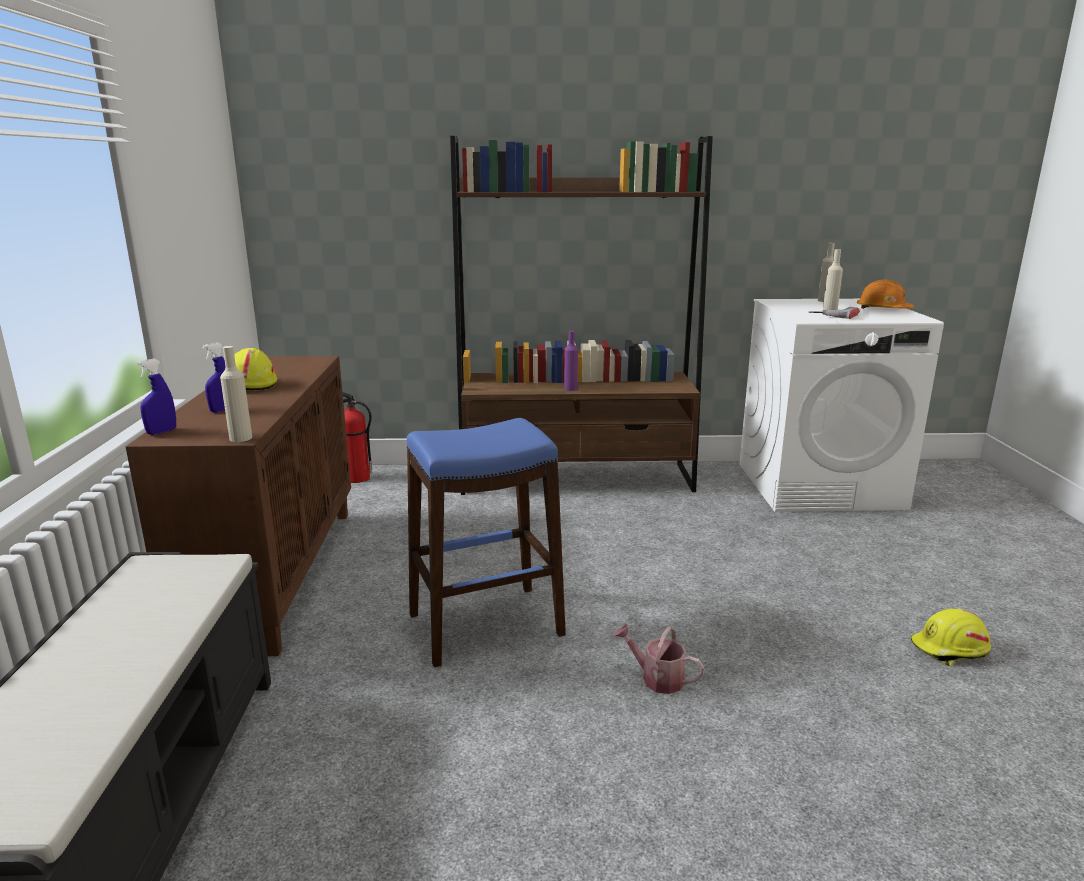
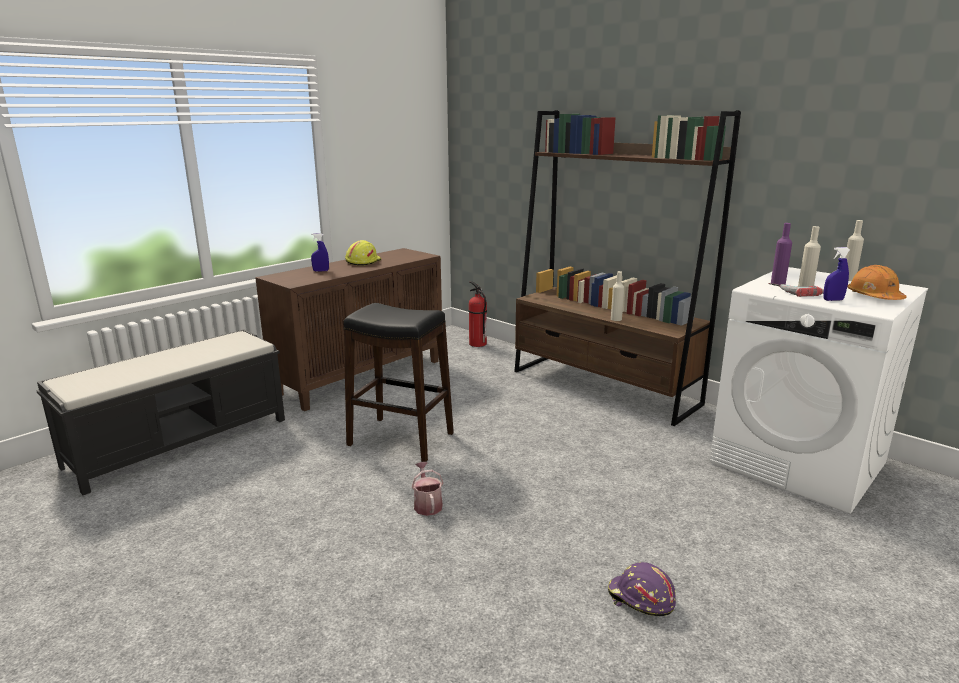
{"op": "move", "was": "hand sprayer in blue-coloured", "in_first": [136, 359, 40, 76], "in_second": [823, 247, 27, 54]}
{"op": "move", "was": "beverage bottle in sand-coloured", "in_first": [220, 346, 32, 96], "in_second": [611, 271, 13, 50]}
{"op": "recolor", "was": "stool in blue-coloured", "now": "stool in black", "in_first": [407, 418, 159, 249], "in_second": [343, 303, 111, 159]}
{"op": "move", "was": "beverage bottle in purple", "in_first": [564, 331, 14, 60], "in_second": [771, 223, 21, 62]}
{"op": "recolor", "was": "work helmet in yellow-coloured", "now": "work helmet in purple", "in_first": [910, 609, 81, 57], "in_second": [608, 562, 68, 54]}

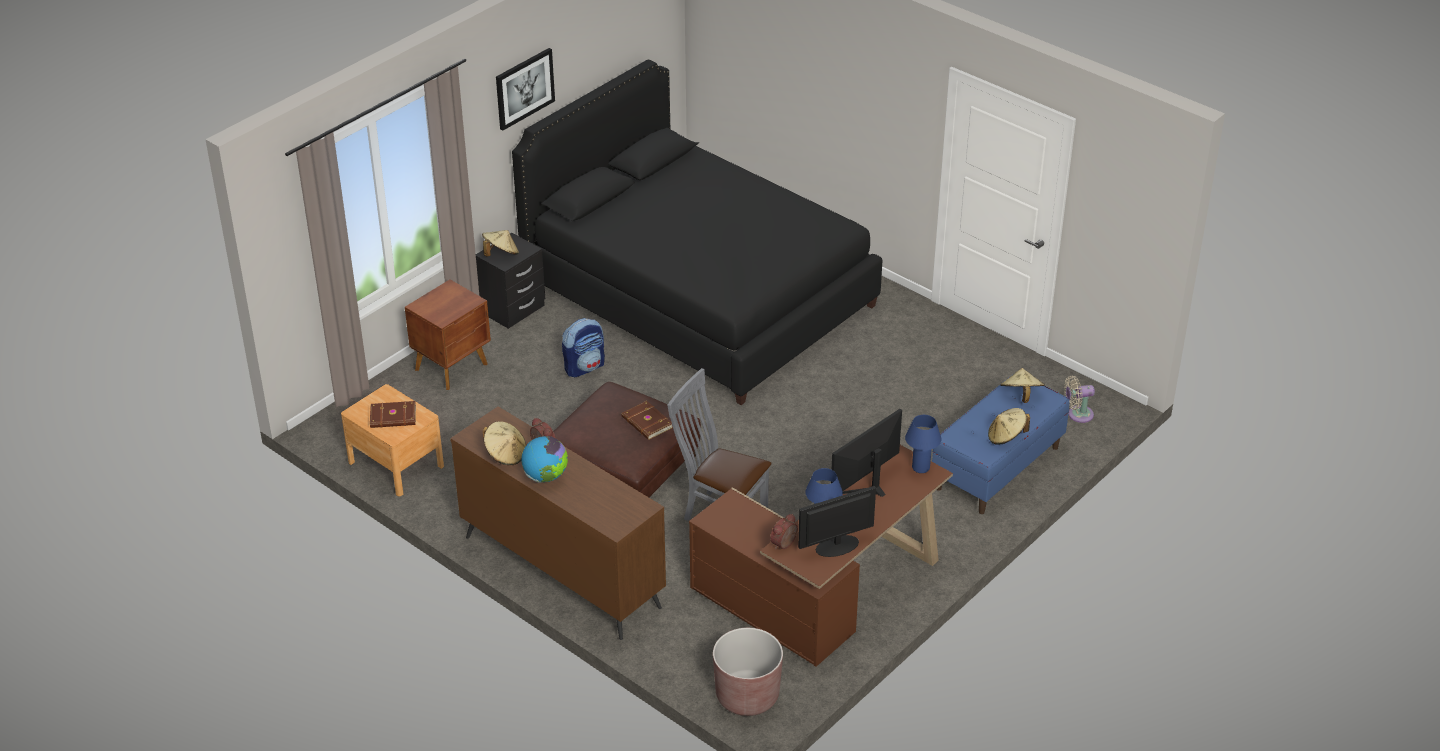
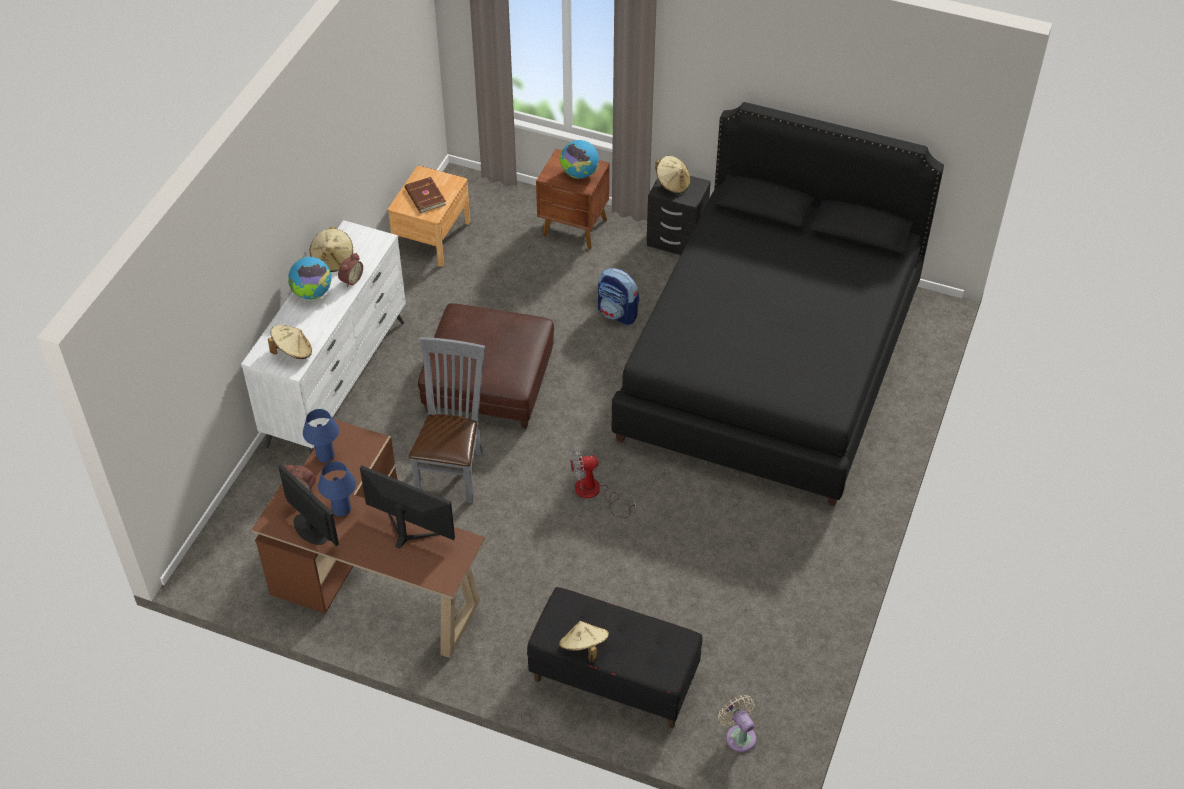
{"op": "recolor", "was": "dresser in brown-coloured", "now": "dresser in whitish", "in_first": [450, 406, 216, 234], "in_second": [241, 220, 165, 234]}
{"op": "delete", "was": "wall picture", "in_first": [496, 48, 59, 82]}
{"op": "delete", "was": "book in brown-coloured", "in_first": [622, 401, 51, 39]}
{"op": "delete", "was": "planter in brown-coloured", "in_first": [713, 628, 70, 88]}
{"op": "move", "was": "table lamp in blue-coloured", "in_first": [905, 415, 36, 58], "in_second": [303, 409, 36, 54]}
{"op": "recolor", "was": "indoor bench in blue-coloured", "now": "indoor bench in black", "in_first": [932, 375, 138, 139], "in_second": [527, 587, 175, 141]}
{"op": "move", "was": "hat in sand-coloured", "in_first": [1000, 368, 45, 35], "in_second": [268, 325, 44, 34]}
{"op": "insert", "now": "desk globe", "in_second": [560, 140, 39, 39]}
{"op": "insert", "now": "electric fan", "in_second": [570, 449, 66, 69]}

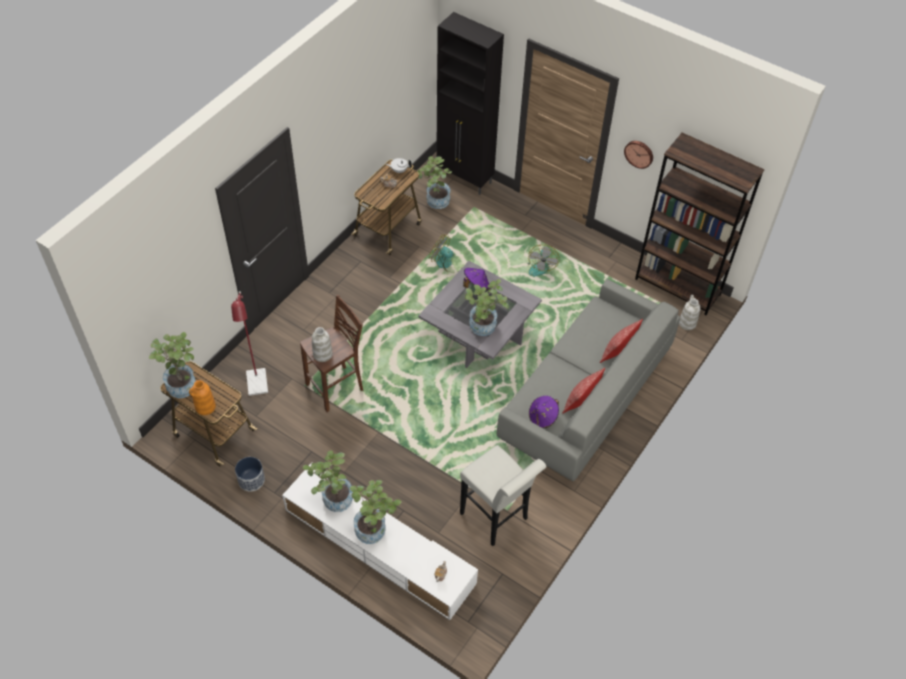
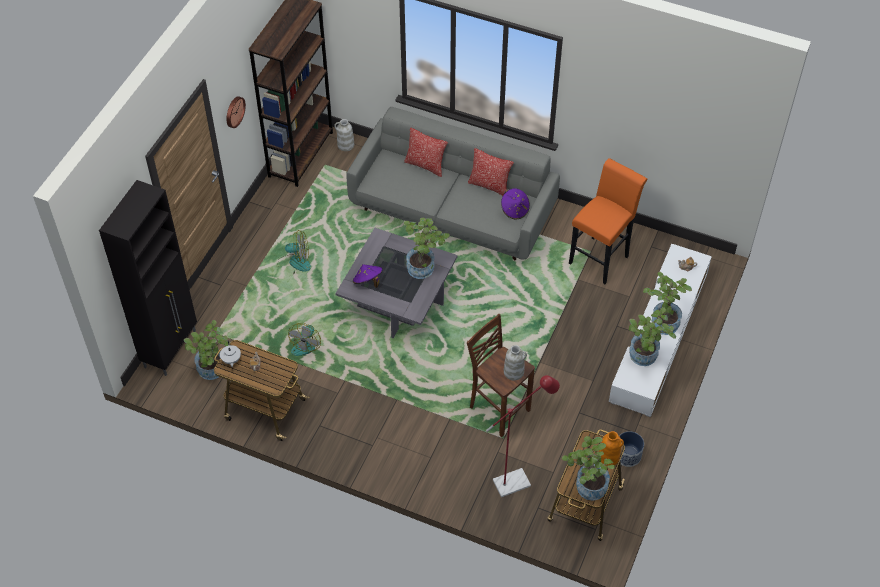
{"op": "recolor", "was": "stool in whitish", "now": "stool in orangey", "in_first": [460, 445, 87, 101], "in_second": [569, 158, 78, 126]}

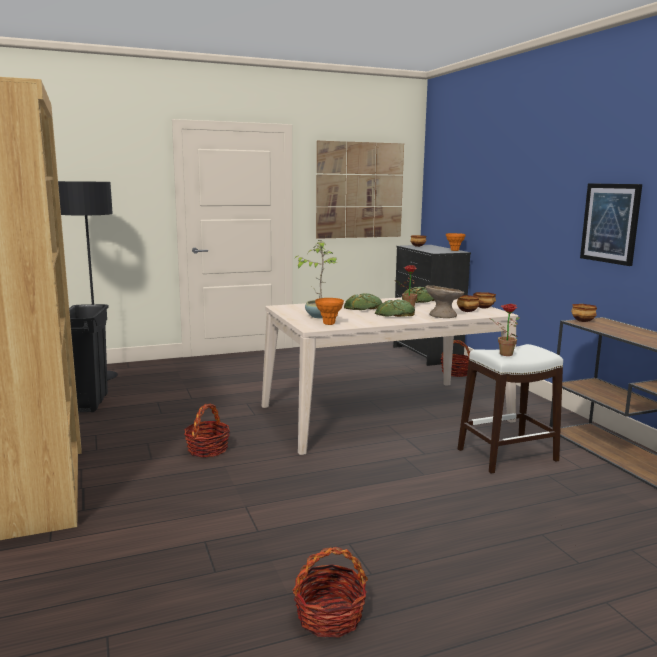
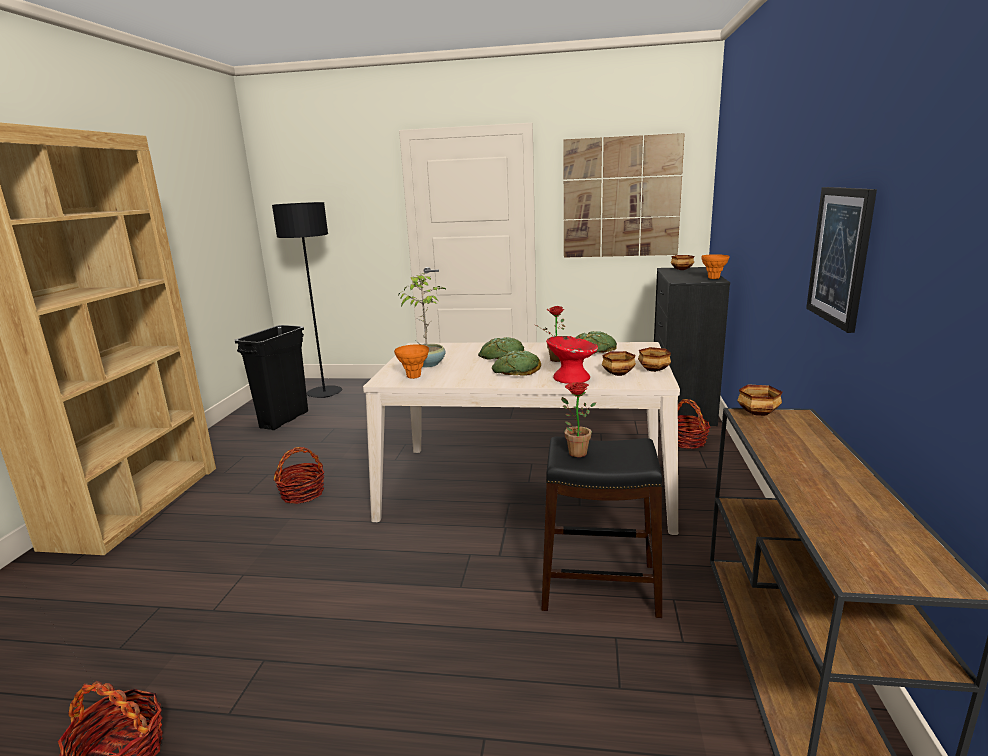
{"op": "recolor", "was": "bowl in sand-coloured", "now": "bowl in red", "in_first": [426, 285, 38, 33], "in_second": [546, 336, 52, 48]}
{"op": "recolor", "was": "stool in whitish", "now": "stool in black", "in_first": [458, 344, 105, 130], "in_second": [541, 436, 121, 182]}

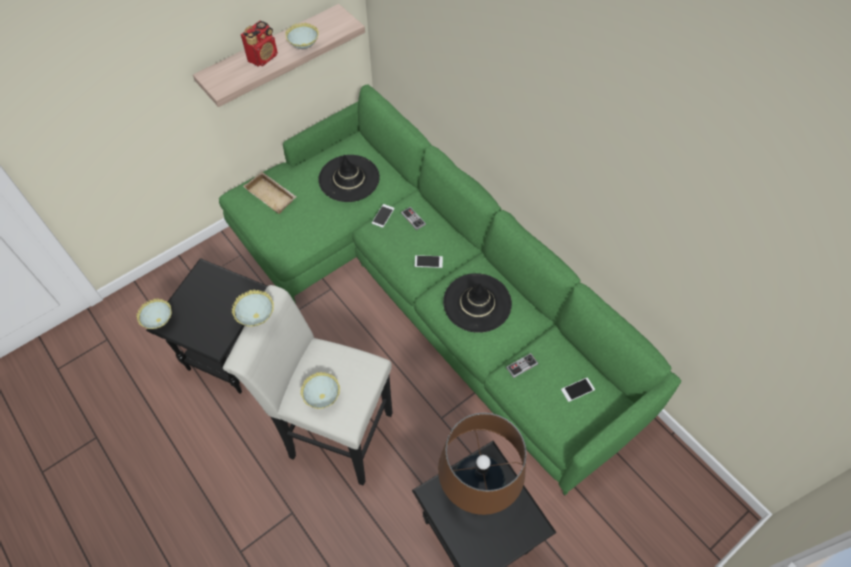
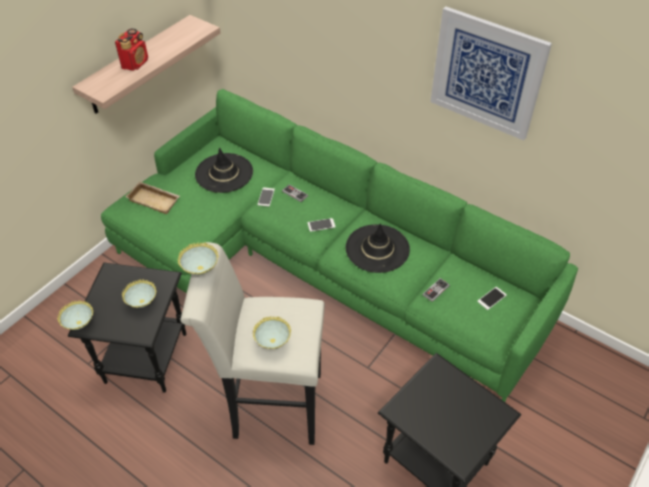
{"op": "move", "was": "bowl", "in_first": [285, 22, 34, 27], "in_second": [122, 280, 34, 28]}
{"op": "delete", "was": "table lamp in brown-coloured", "in_first": [438, 413, 88, 102]}
{"op": "insert", "now": "wall picture", "in_second": [430, 6, 122, 134]}

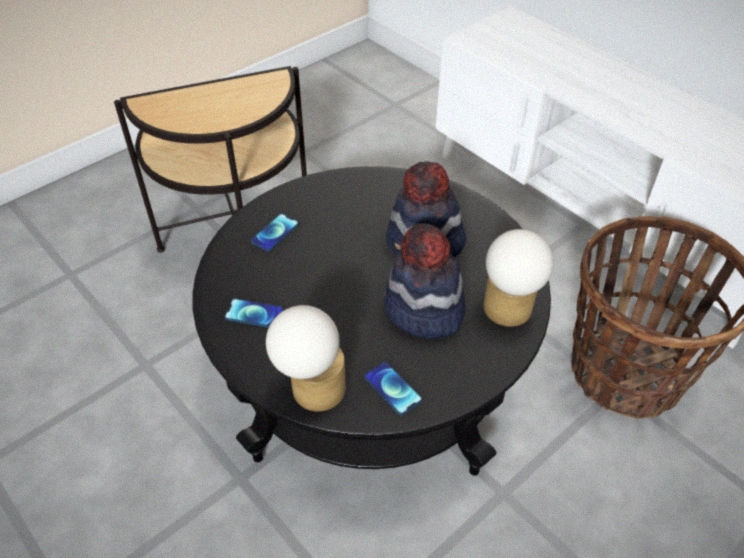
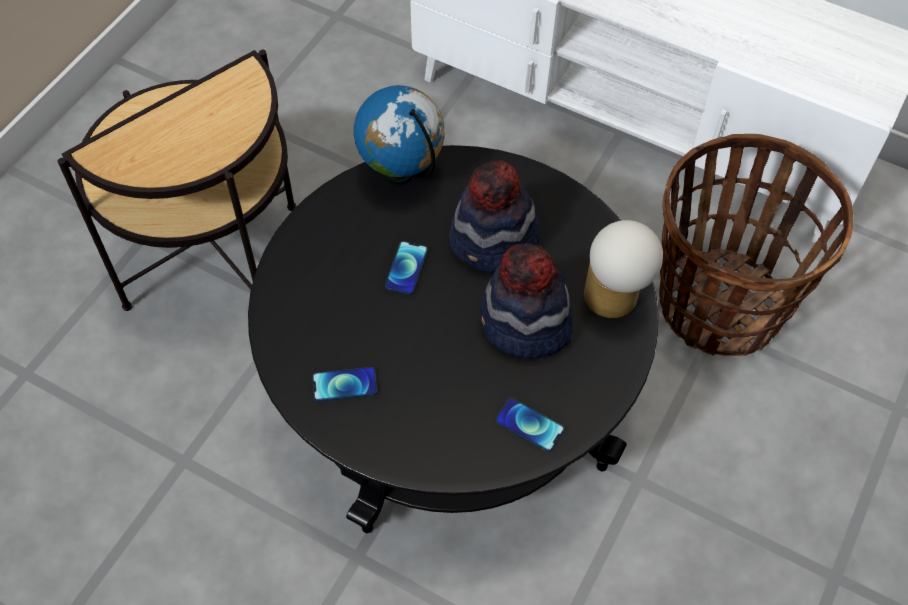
{"op": "move", "was": "telephone", "in_first": [251, 214, 48, 37], "in_second": [385, 241, 43, 54]}
{"op": "delete", "was": "table lamp", "in_first": [266, 305, 80, 107]}
{"op": "insert", "now": "desk globe", "in_second": [354, 85, 90, 100]}

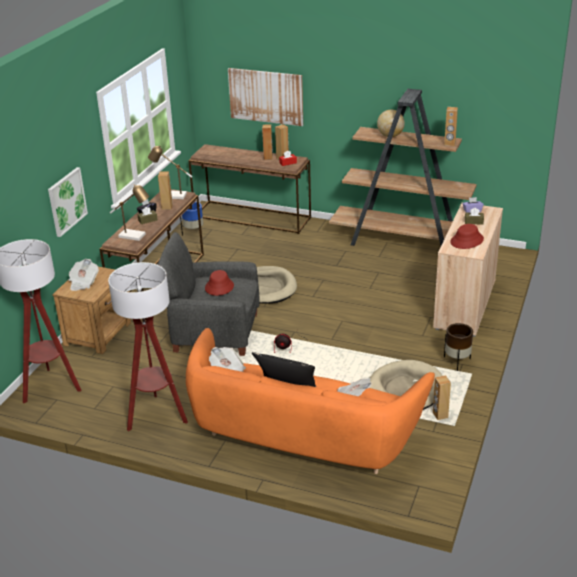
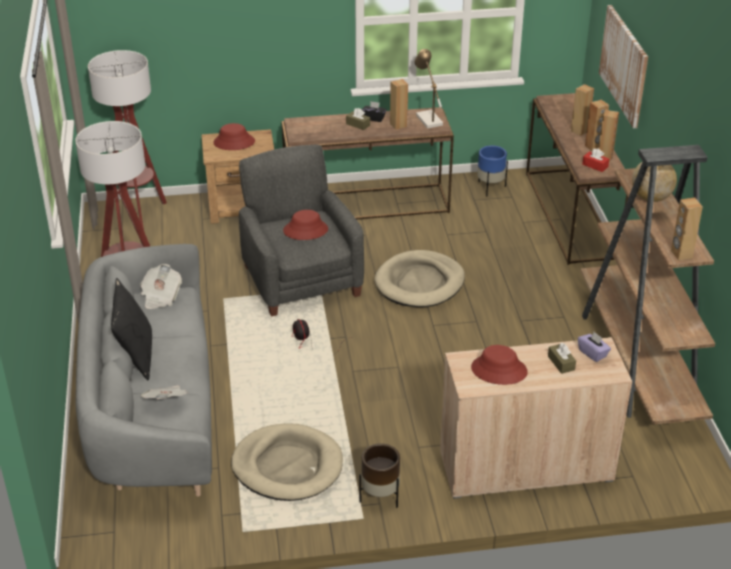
{"op": "delete", "was": "wall picture", "in_first": [48, 167, 40, 70]}
{"op": "replace", "was": "printed paper", "now": "hat in red", "in_first": [69, 259, 30, 32], "in_second": [213, 123, 42, 27]}
{"op": "delete", "was": "table lamp", "in_first": [110, 184, 40, 57]}
{"op": "recolor", "was": "sofa in orangey", "now": "sofa in greyish", "in_first": [186, 328, 249, 146], "in_second": [76, 244, 136, 253]}
{"op": "move", "was": "audio speaker in brown-coloured", "in_first": [433, 375, 18, 45], "in_second": [571, 84, 23, 52]}

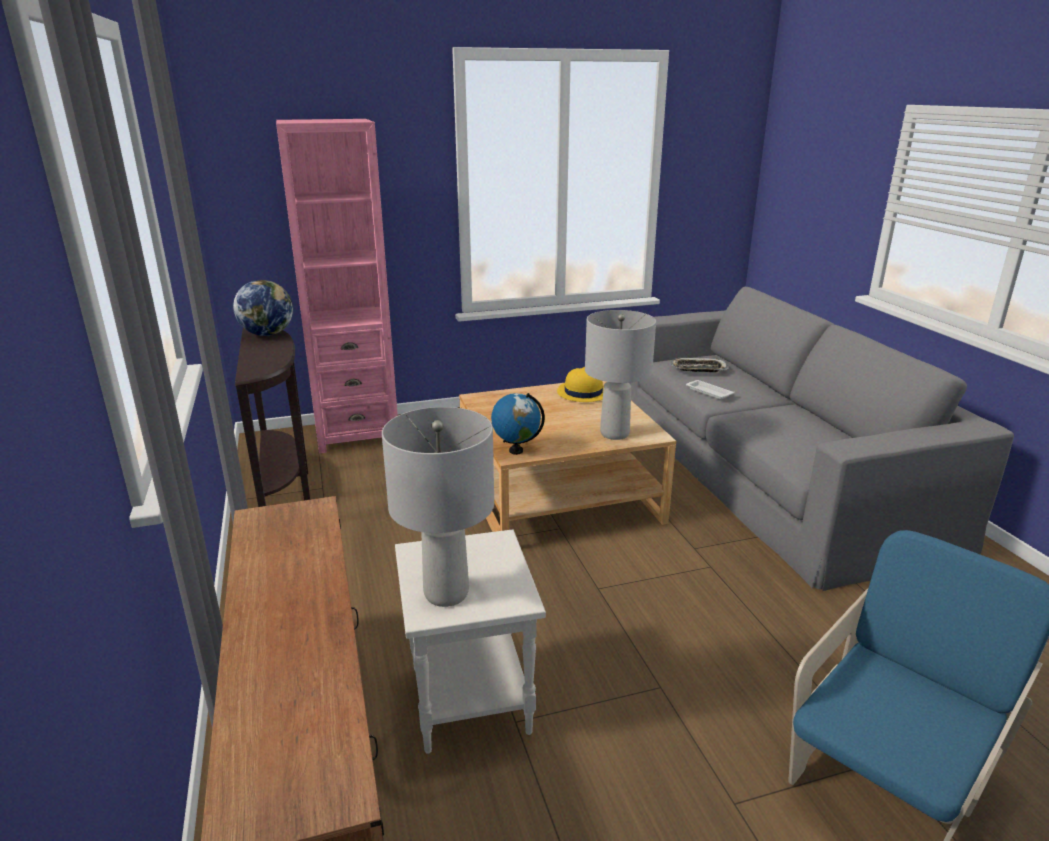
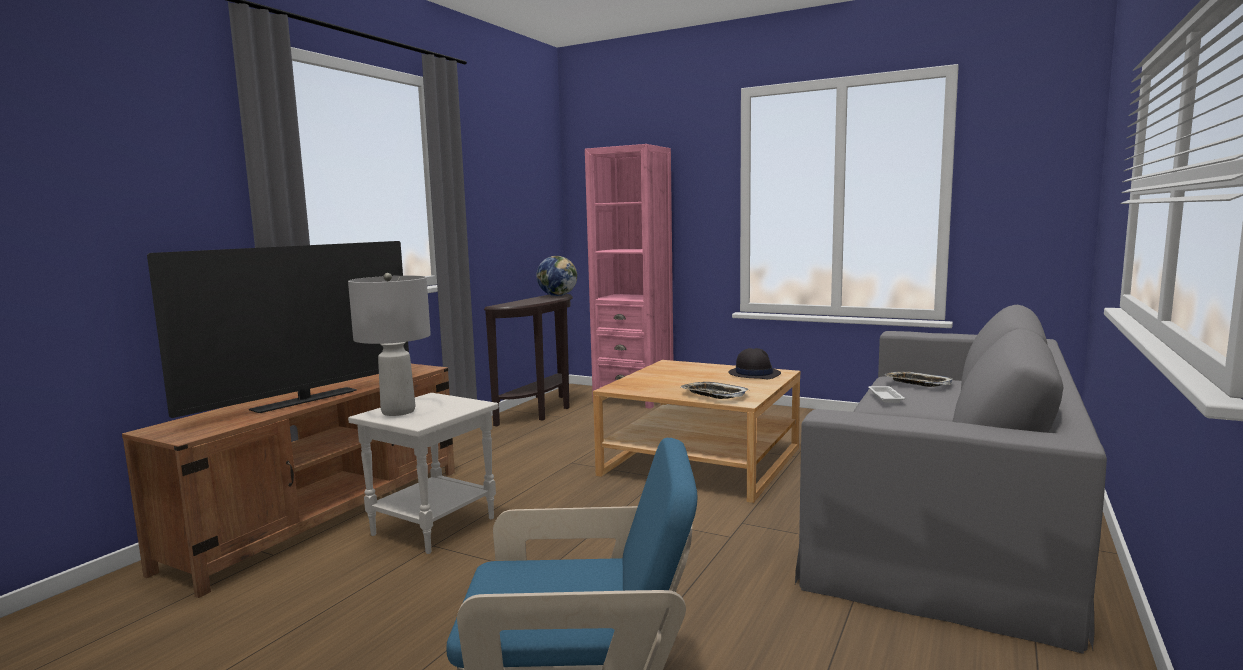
{"op": "delete", "was": "desk globe", "in_first": [491, 393, 54, 62]}
{"op": "recolor", "was": "hat in yellow-coloured", "now": "hat in black", "in_first": [557, 367, 47, 35], "in_second": [728, 348, 53, 31]}
{"op": "replace", "was": "table lamp in greyish", "now": "tray", "in_first": [585, 310, 71, 130], "in_second": [681, 382, 68, 17]}
{"op": "insert", "now": "TV", "in_second": [147, 241, 262, 177]}

